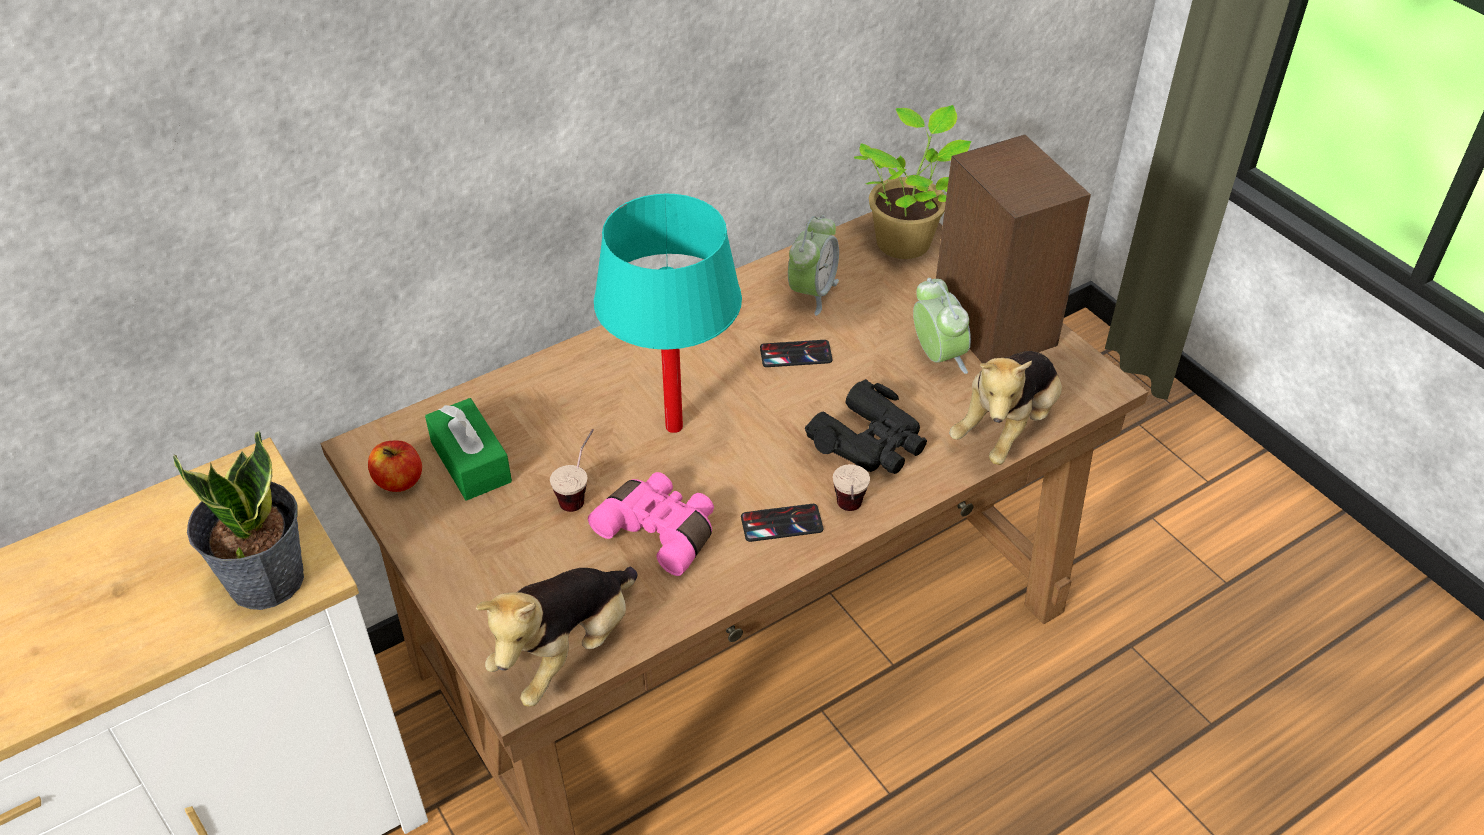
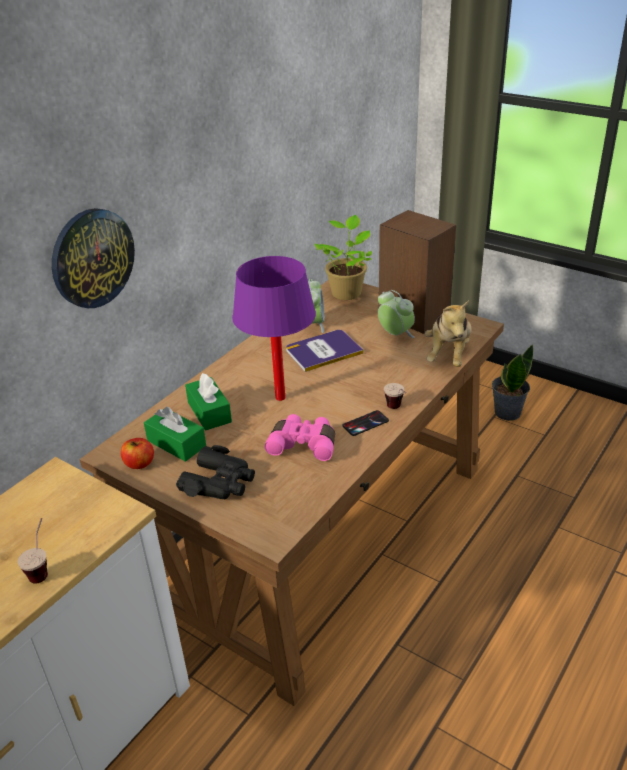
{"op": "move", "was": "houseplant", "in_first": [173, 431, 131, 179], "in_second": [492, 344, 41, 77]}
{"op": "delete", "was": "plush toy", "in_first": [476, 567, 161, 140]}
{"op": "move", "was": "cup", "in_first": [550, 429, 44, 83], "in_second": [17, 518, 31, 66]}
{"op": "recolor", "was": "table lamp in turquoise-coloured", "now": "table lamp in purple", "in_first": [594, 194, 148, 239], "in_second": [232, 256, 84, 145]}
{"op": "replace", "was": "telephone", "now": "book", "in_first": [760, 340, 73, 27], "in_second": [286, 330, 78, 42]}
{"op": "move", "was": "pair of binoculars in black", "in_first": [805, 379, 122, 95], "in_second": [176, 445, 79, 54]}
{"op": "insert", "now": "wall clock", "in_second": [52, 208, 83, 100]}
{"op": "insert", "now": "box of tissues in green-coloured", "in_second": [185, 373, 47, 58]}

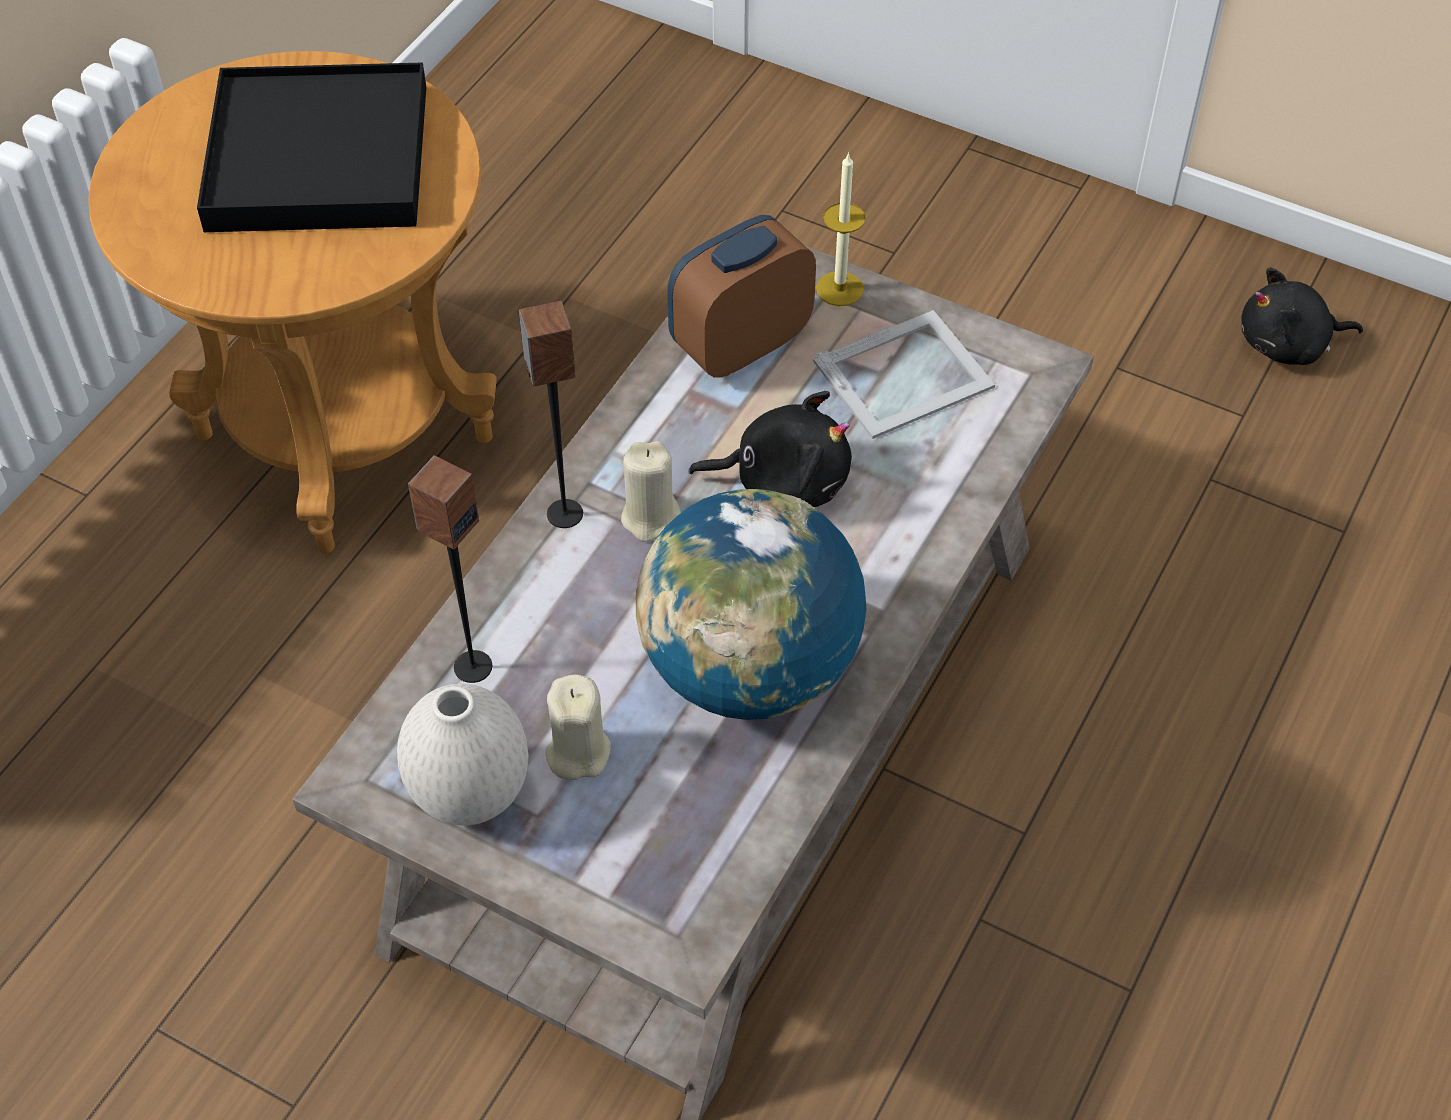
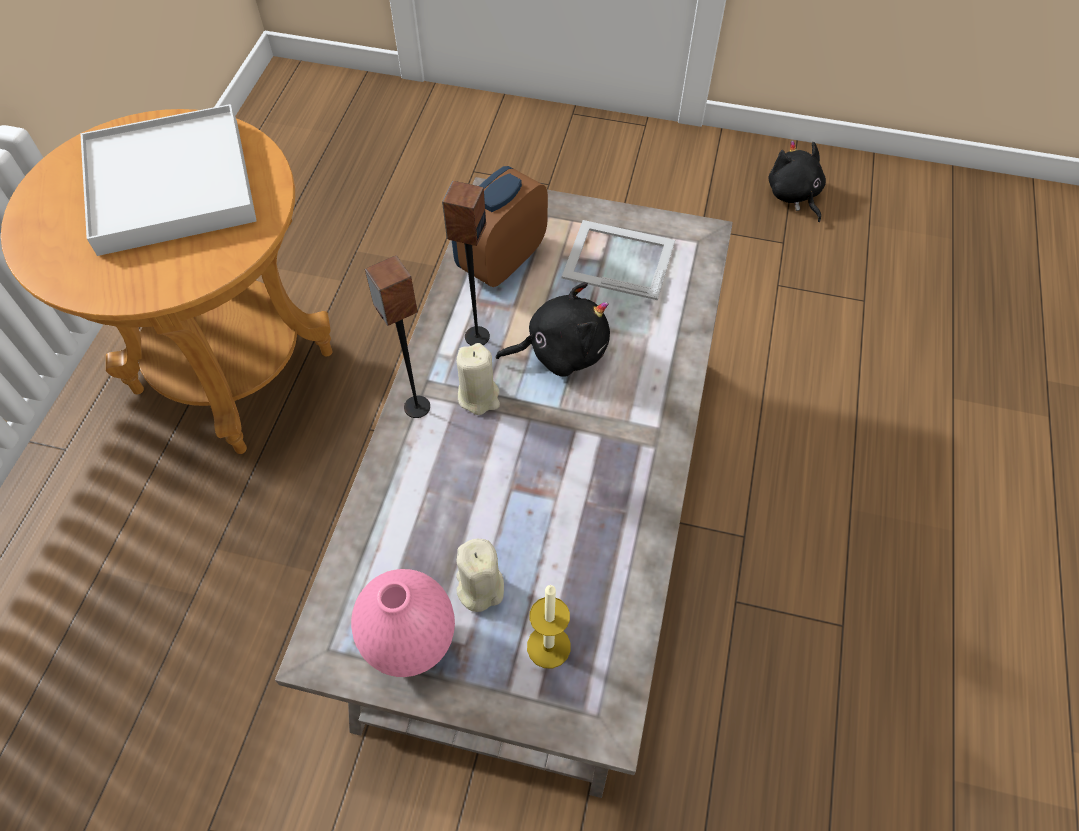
{"op": "recolor", "was": "tray in black", "now": "tray in whitish", "in_first": [197, 63, 229, 169], "in_second": [81, 104, 176, 152]}
{"op": "recolor", "was": "vase in whitish", "now": "vase in pink", "in_first": [397, 683, 131, 142], "in_second": [351, 569, 104, 108]}
{"op": "move", "was": "audio speaker", "in_first": [408, 456, 84, 227], "in_second": [442, 181, 48, 165]}
{"op": "delete", "was": "desk globe", "in_first": [636, 489, 231, 231]}
{"op": "rotate", "was": "photo frame", "in_first": [813, 310, 182, 129], "in_second": [562, 220, 113, 80], "clockwise": -120}
{"op": "move", "was": "wax candle", "in_first": [816, 152, 50, 154], "in_second": [527, 585, 44, 83]}
{"op": "rotate", "was": "plush toy in black", "in_first": [1241, 267, 122, 98], "in_second": [769, 141, 57, 81], "clockwise": 90}

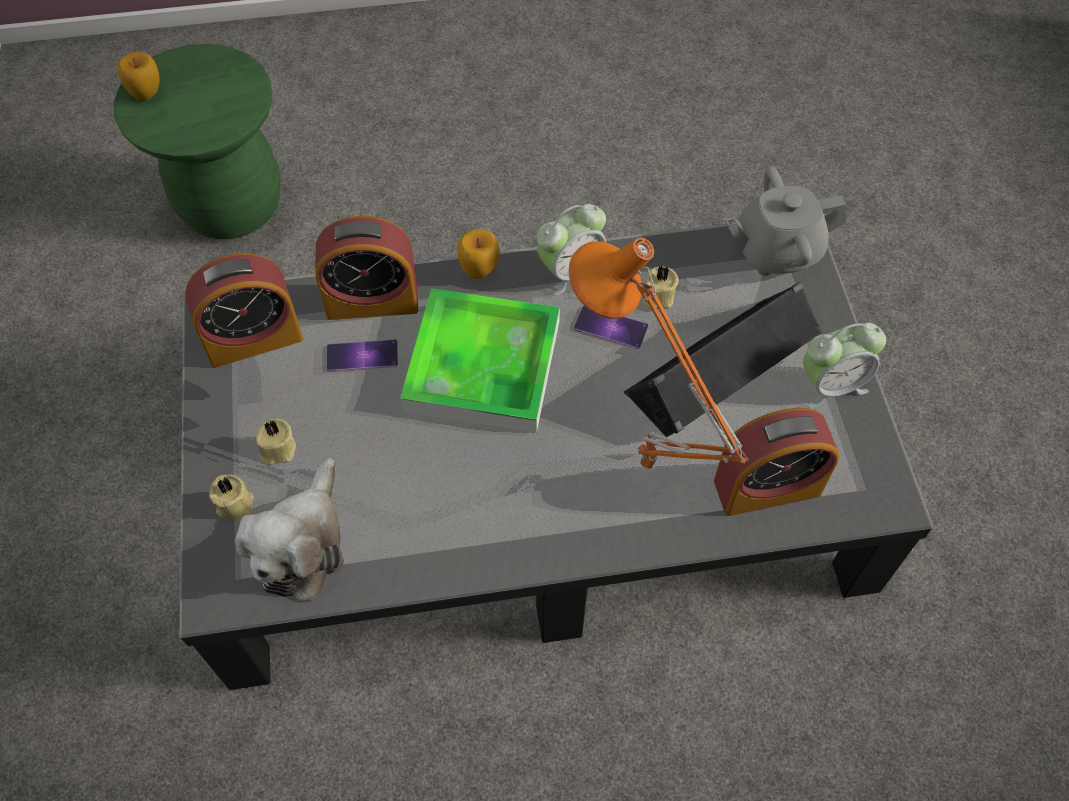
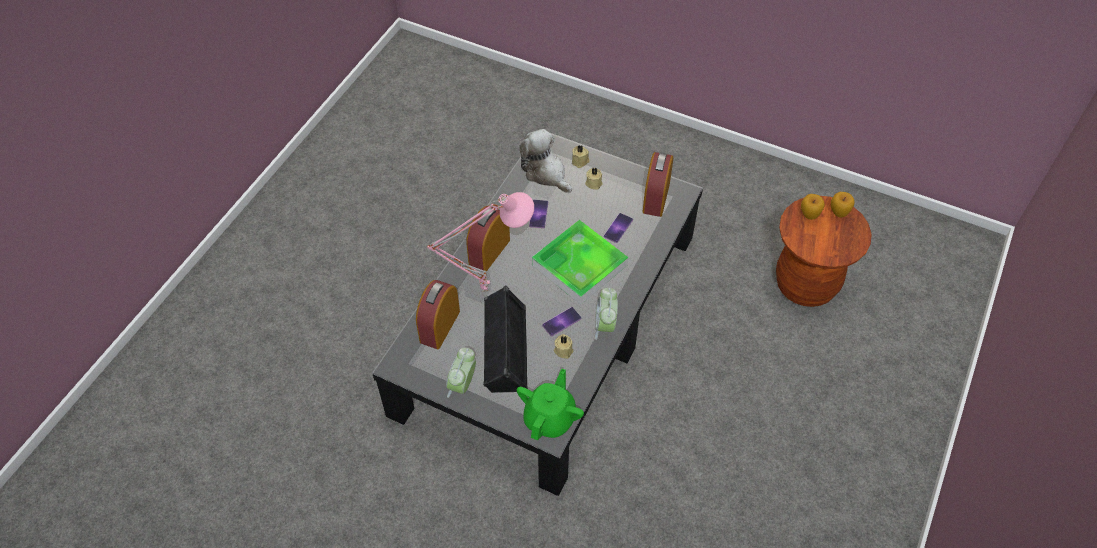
{"op": "recolor", "was": "stool in green-coloured", "now": "stool in brown-coloured", "in_first": [114, 44, 166, 195], "in_second": [776, 196, 96, 111]}
{"op": "move", "was": "bedside clock", "in_first": [315, 216, 103, 104], "in_second": [466, 205, 44, 66]}
{"op": "move", "was": "whole apple", "in_first": [457, 229, 42, 50], "in_second": [801, 194, 24, 26]}
{"op": "recolor", "was": "table lamp in orangey", "now": "table lamp in pink", "in_first": [569, 238, 179, 234], "in_second": [427, 192, 107, 99]}
{"op": "recolor", "was": "pot for tea in greyish", "now": "pot for tea in green-coloured", "in_first": [725, 167, 121, 109], "in_second": [517, 368, 67, 73]}
{"op": "insert", "now": "telephone", "in_second": [529, 200, 19, 28]}

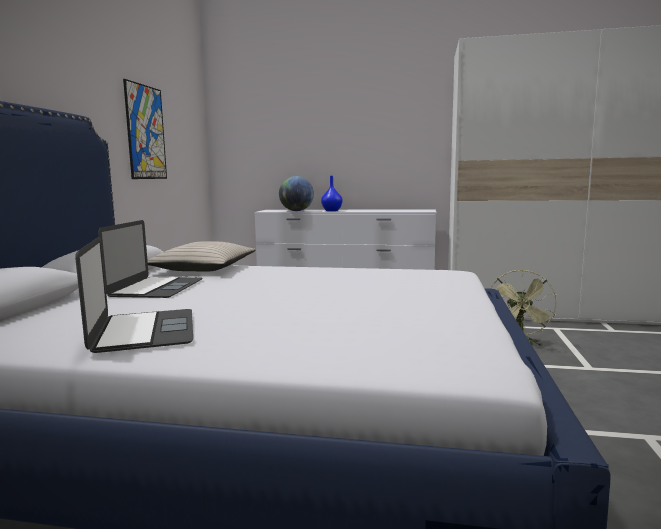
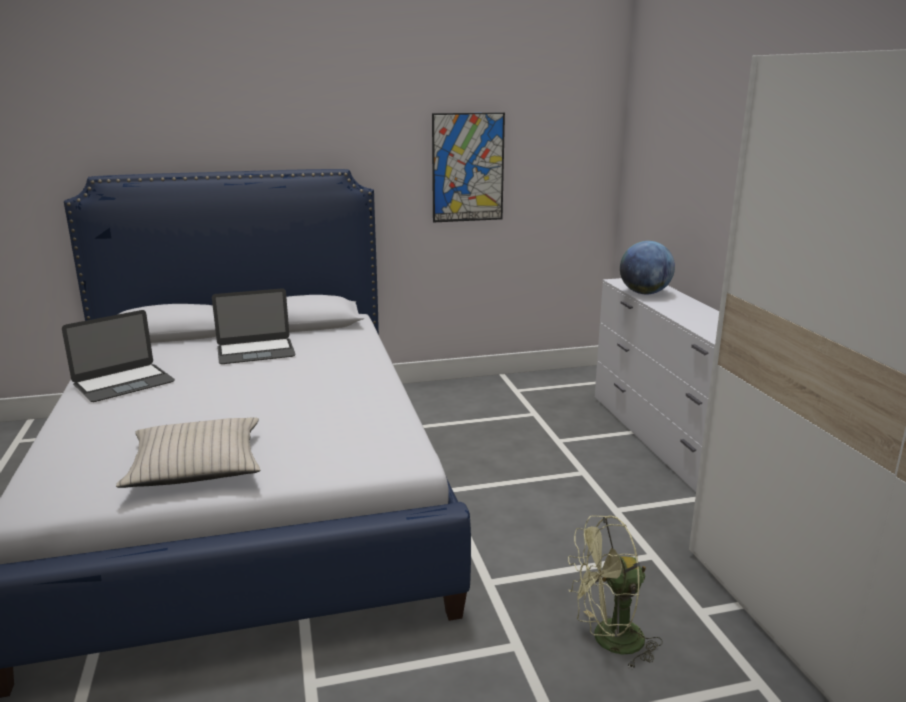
{"op": "move", "was": "pillow in sand-coloured", "in_first": [147, 241, 109, 31], "in_second": [116, 418, 144, 70]}
{"op": "delete", "was": "vase in blue-coloured", "in_first": [321, 176, 22, 35]}

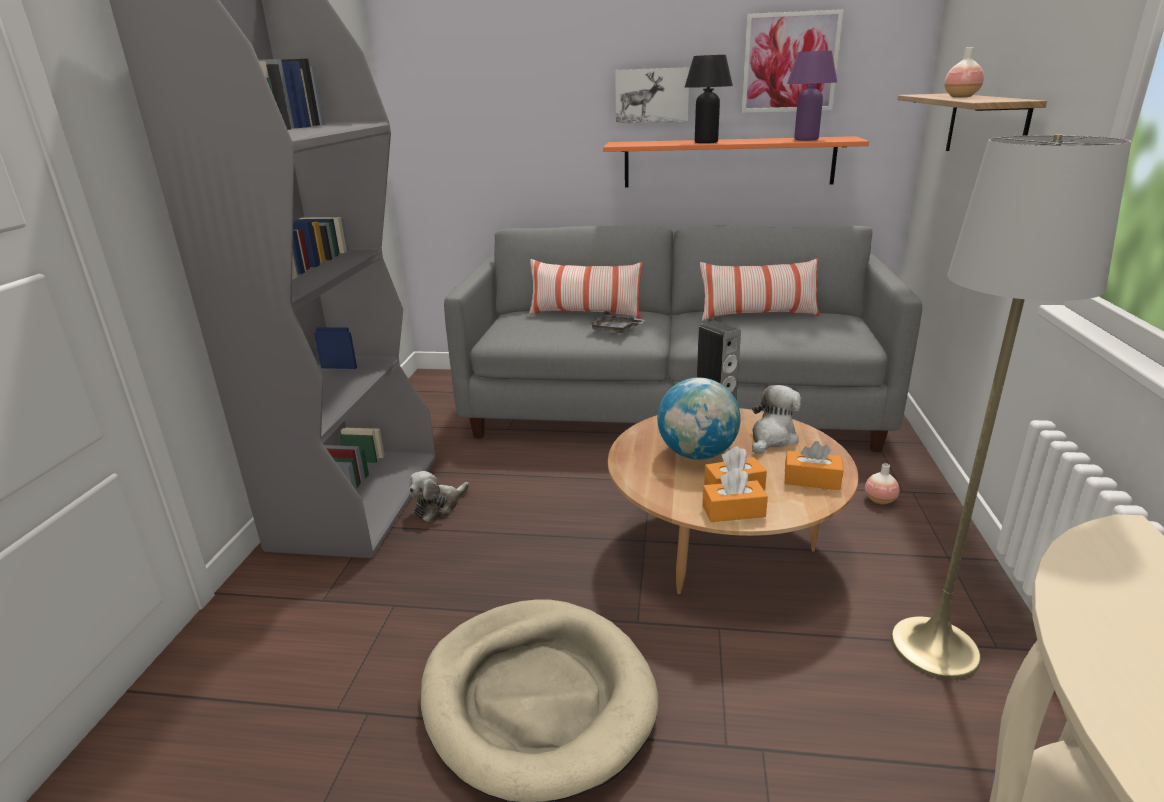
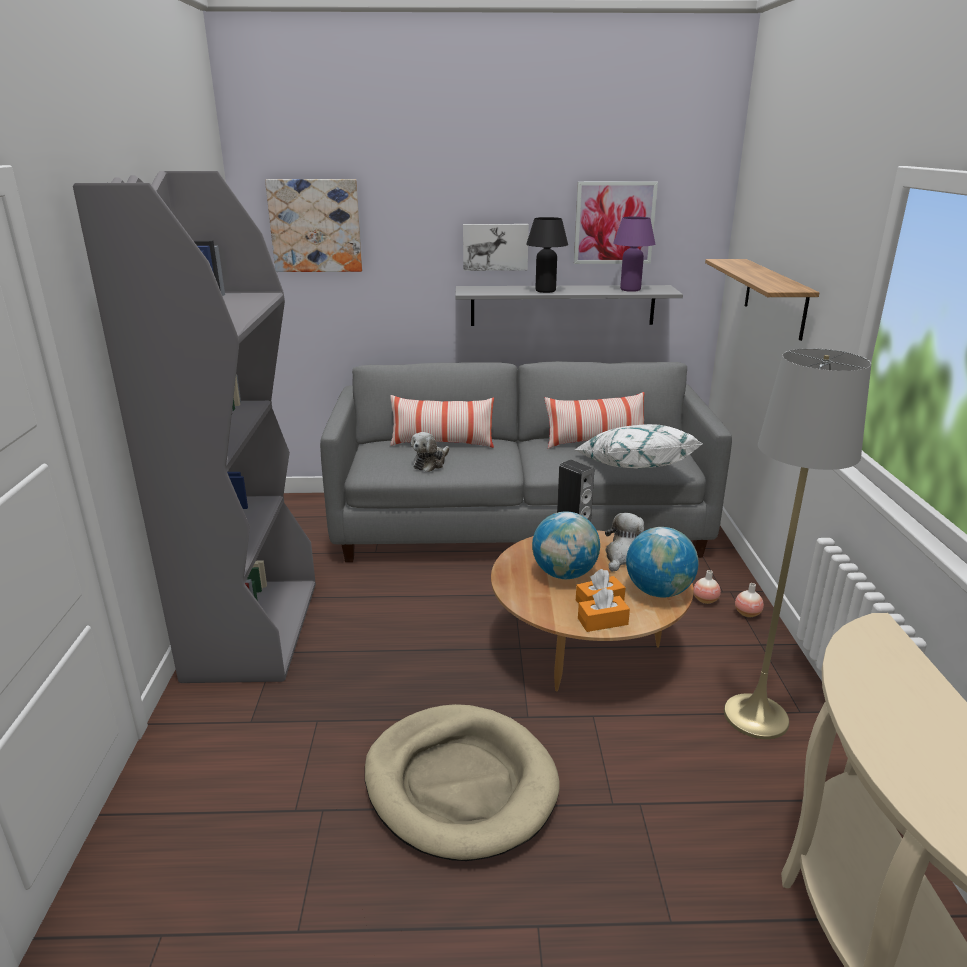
{"op": "move", "was": "plush toy", "in_first": [409, 471, 60, 51], "in_second": [411, 432, 38, 40]}
{"op": "delete", "was": "tray in greyish", "in_first": [589, 311, 56, 22]}
{"op": "recolor", "was": "wall shelf in orangey", "now": "wall shelf in greyish", "in_first": [603, 136, 266, 51], "in_second": [455, 285, 228, 41]}
{"op": "replace", "was": "box of tissues in orangey", "now": "desk globe", "in_first": [785, 441, 58, 49], "in_second": [626, 527, 73, 70]}
{"op": "move", "was": "vase", "in_first": [944, 47, 40, 50], "in_second": [735, 583, 29, 35]}
{"op": "insert", "now": "wall picture", "in_second": [265, 179, 97, 93]}
{"op": "insert", "now": "pillow in whitish", "in_second": [575, 424, 127, 45]}

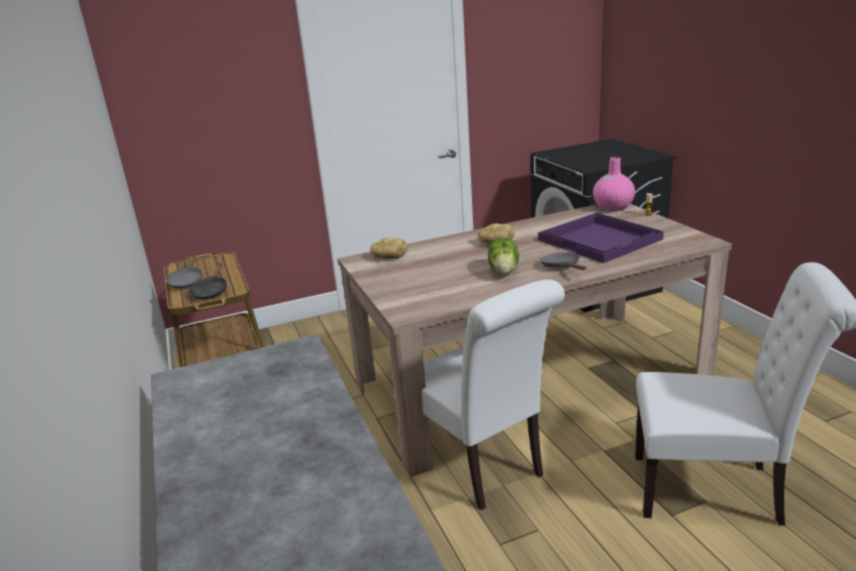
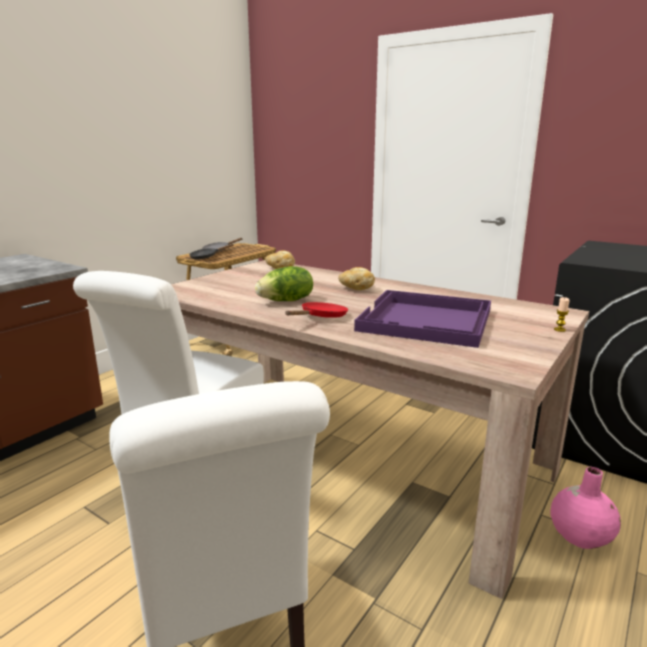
{"op": "recolor", "was": "pan in greyish", "now": "pan in red", "in_first": [540, 253, 46, 17], "in_second": [285, 302, 63, 16]}
{"op": "move", "was": "vase in pink", "in_first": [593, 157, 42, 54], "in_second": [550, 467, 71, 82]}

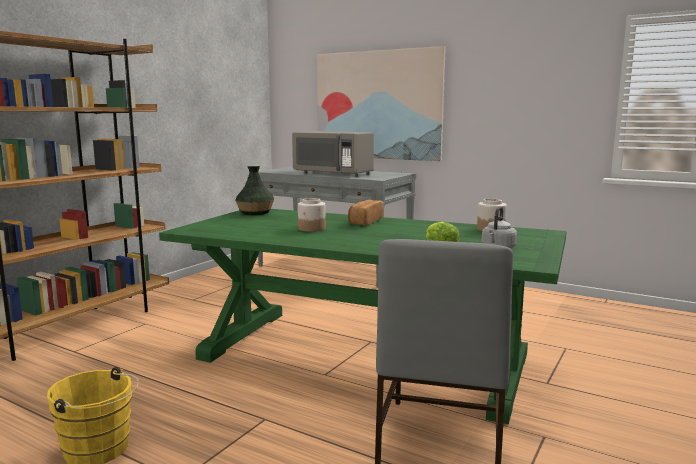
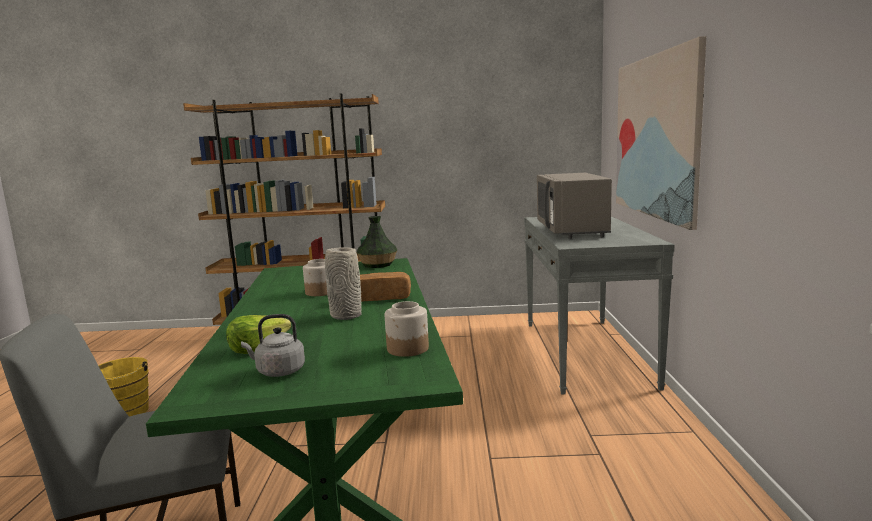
{"op": "insert", "now": "vase in greyish", "in_second": [325, 247, 37, 73]}

